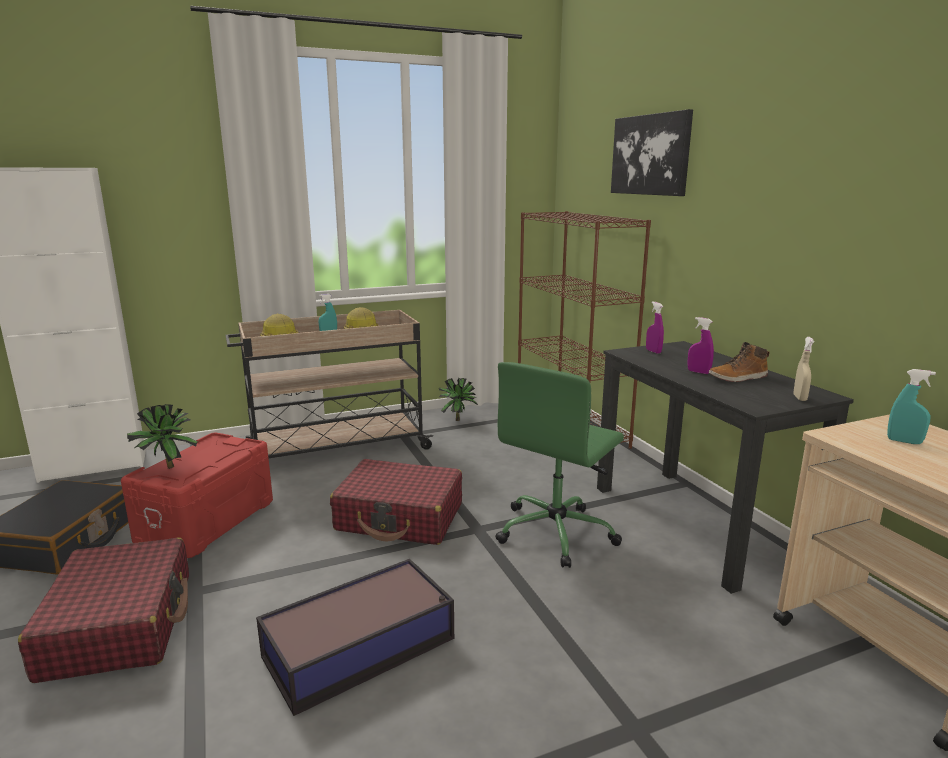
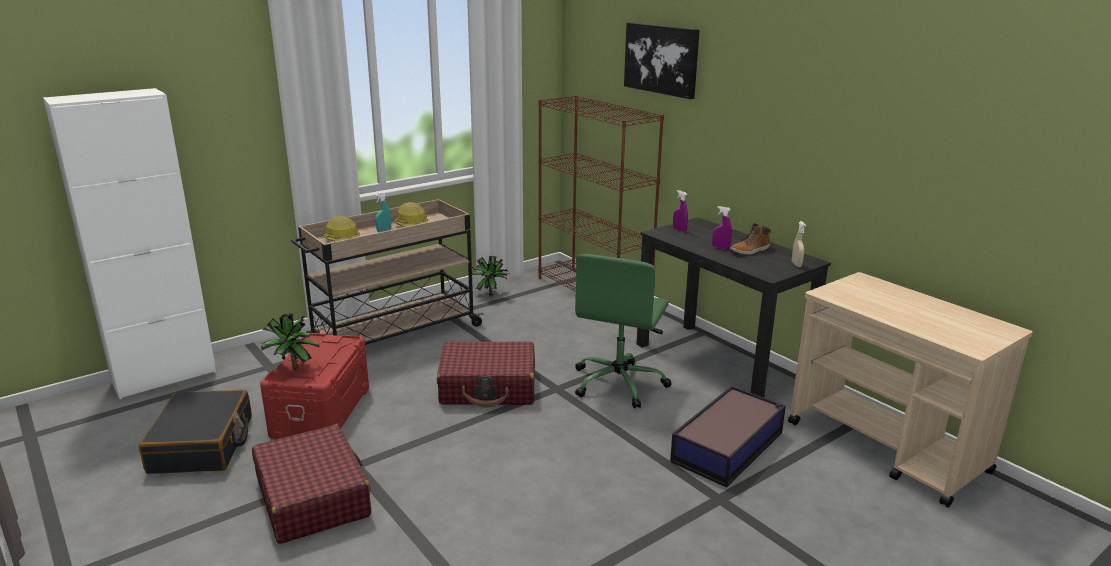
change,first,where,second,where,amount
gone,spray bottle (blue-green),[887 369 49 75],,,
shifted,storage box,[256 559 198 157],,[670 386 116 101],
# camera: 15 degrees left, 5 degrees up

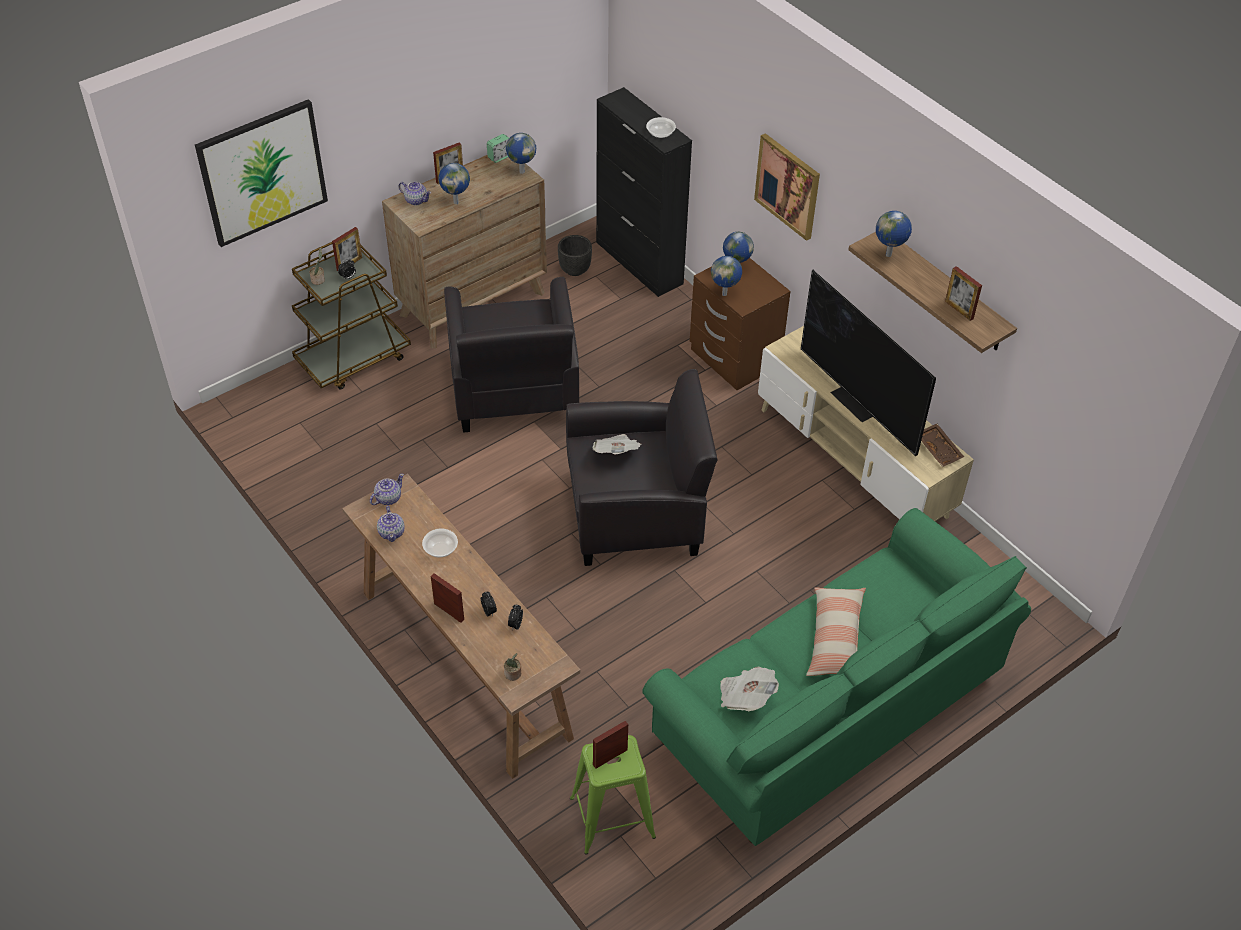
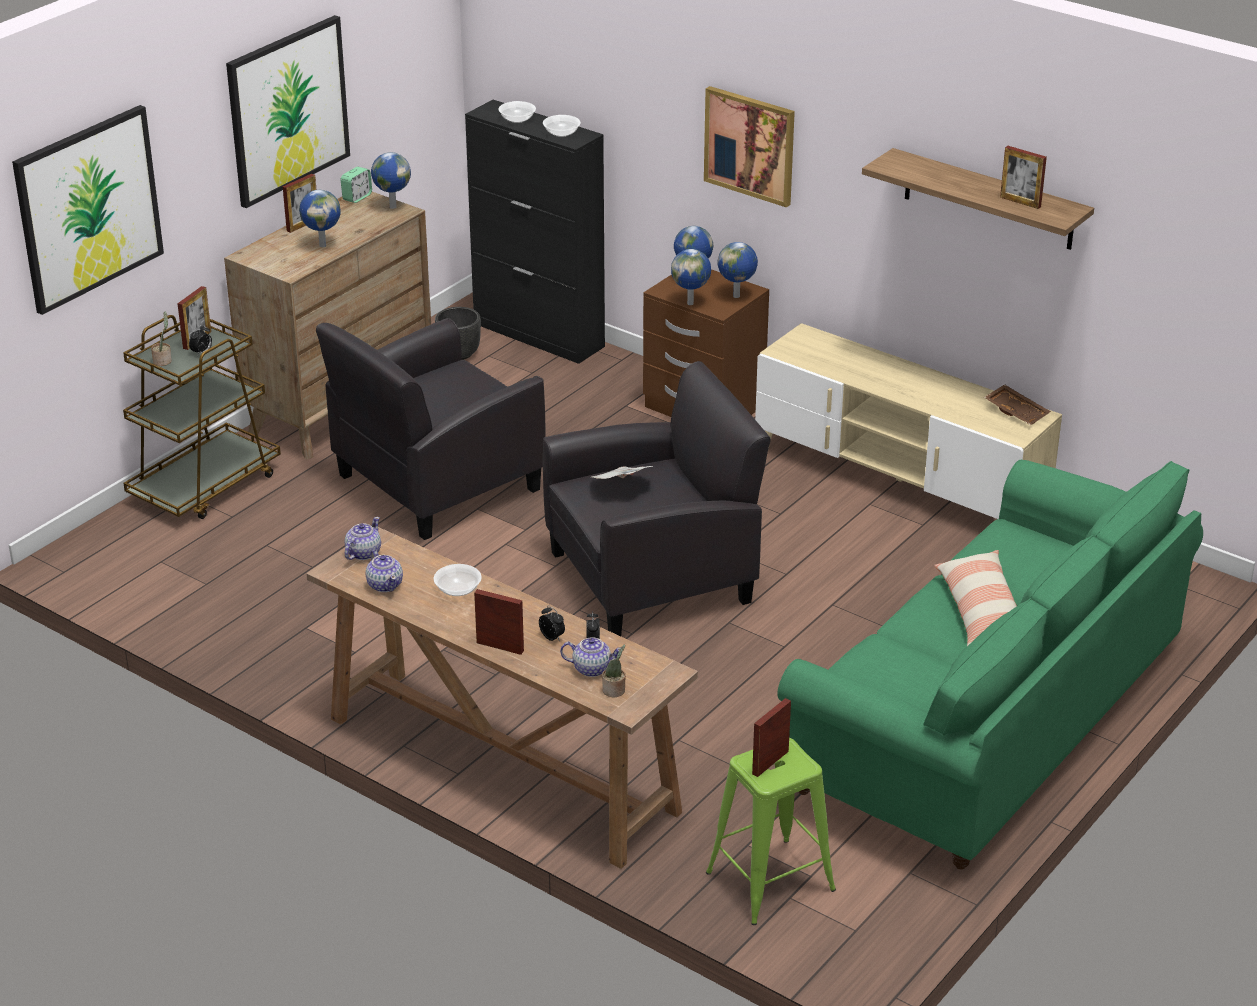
change,first,where,second,where,amount
shifted,pot for tea,[399 182 32 23],,[560 637 60 40],
shifted,world globe,[876 211 36 46],,[717 242 41 56],
gone,television,[801 270 135 186],,,
rotated,lounge chair (blackish),[444 277 135 156],,[316 318 230 222],75 degrees clockwise
gone,daily paper,[720 666 59 45],,,
new,,,picture,[226 15 124 193],
new,,,bowl,[499 101 37 22],
# camera: 15 degrees left, 15 degrees down

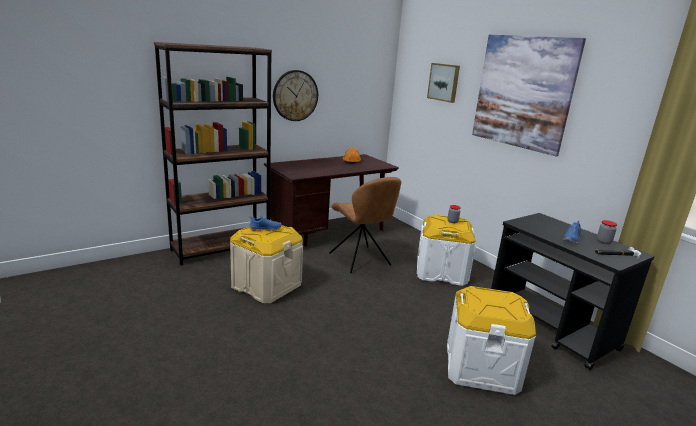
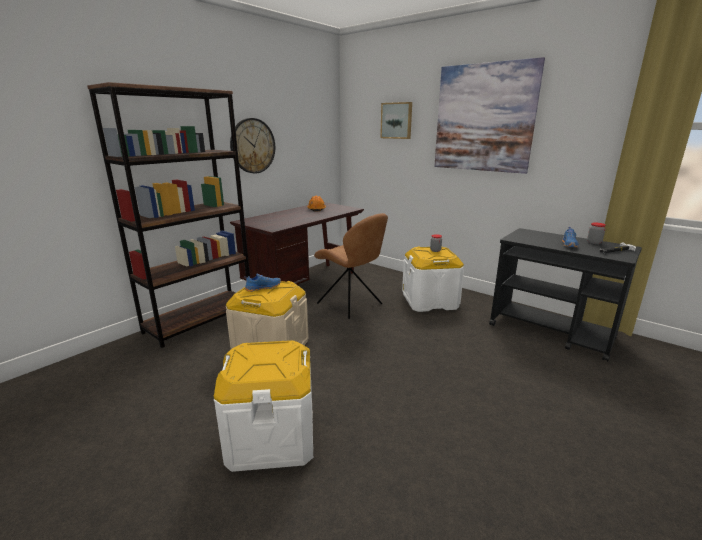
change,first,where,second,where,amount
shifted,storage box (whitish),[447 286 89 109],,[214 340 99 132],
# camera: 15 degrees left, 0 degrees up

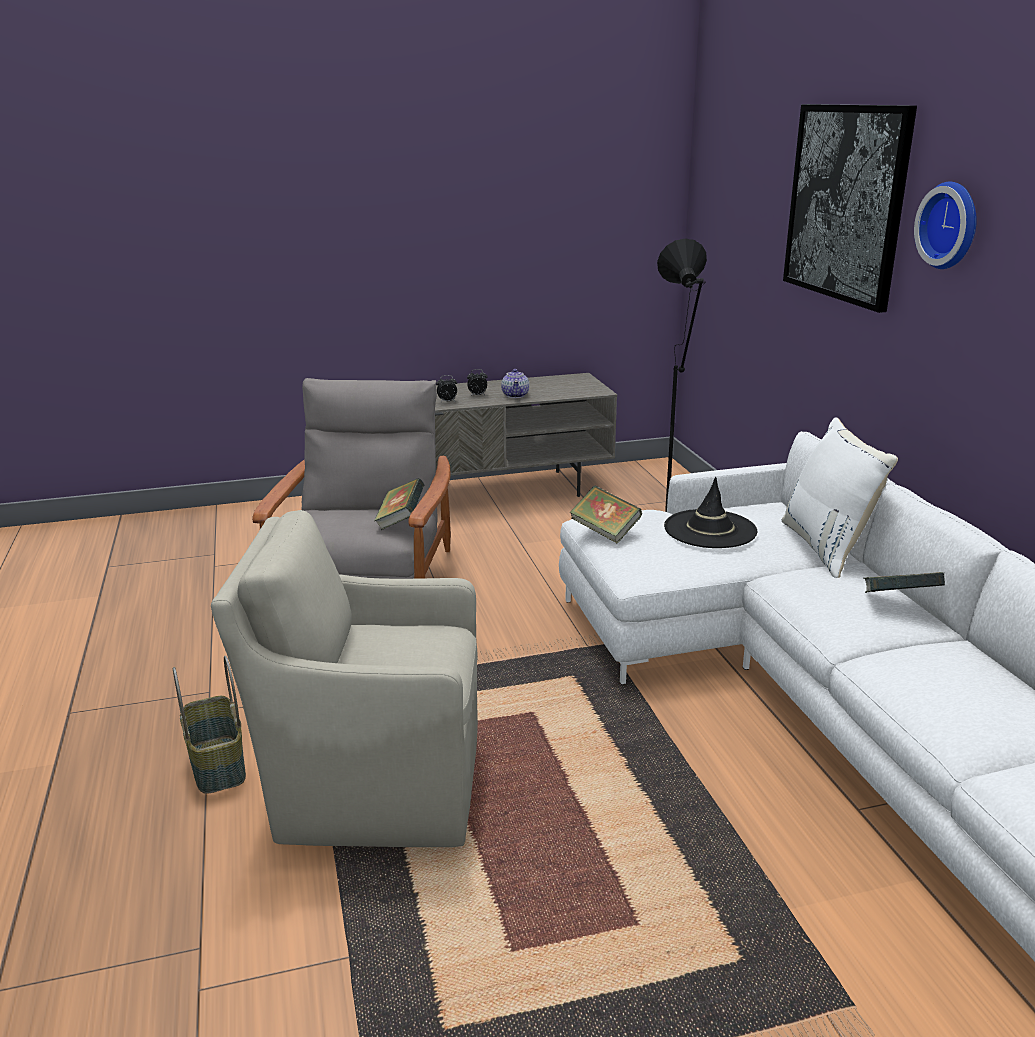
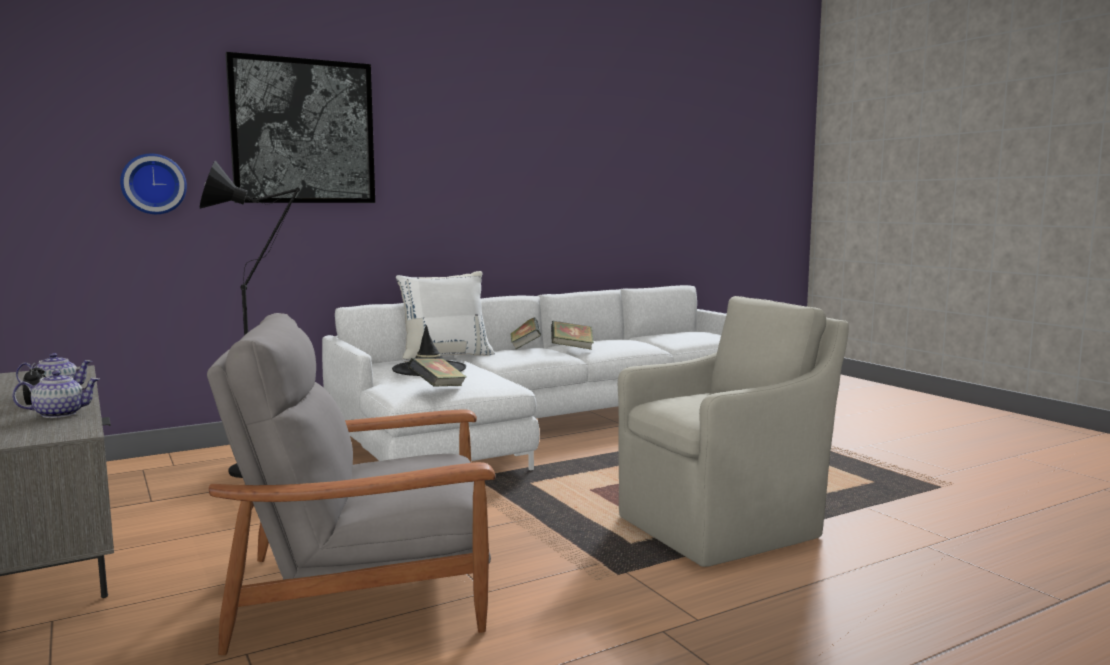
change,first,where,second,where,amount
shifted,wall clock,[914 181 63 88],,[120 154 67 60],
swapped,table clock,[436 375 21 27],pot for tea,[12 370 88 48],
shifted,volume,[374 478 50 52],,[551 321 43 29],
rotated,lounge chair (beige),[211 510 267 337],,[618 296 231 271],105 degrees counterclockwise
gone,household basket,[173 656 73 138],,,
# camera: 105 degrees left, 15 degrees down

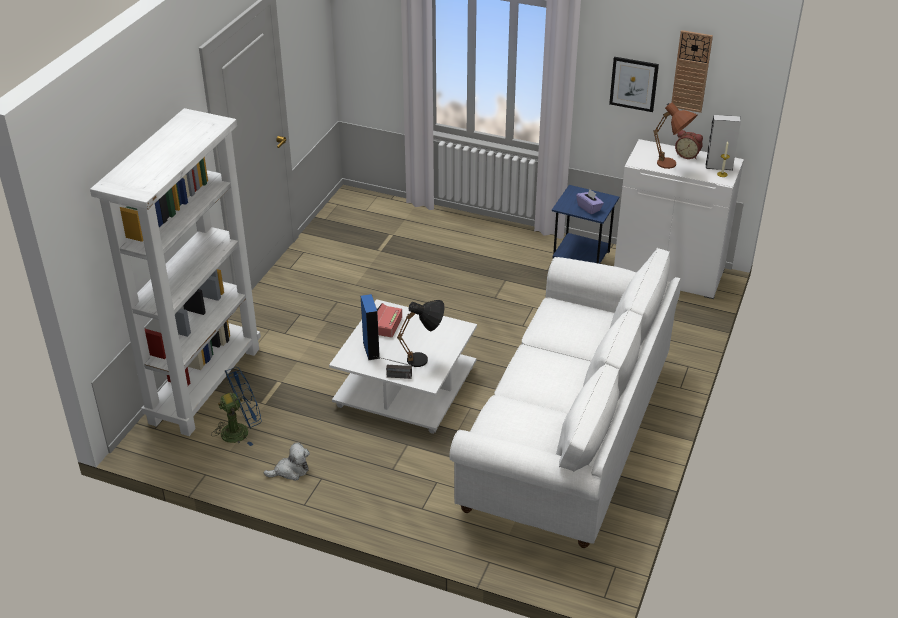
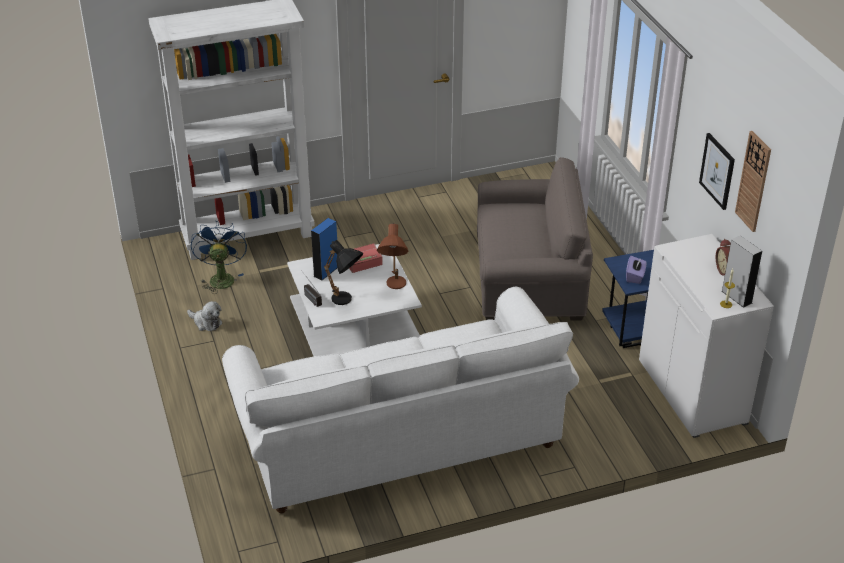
change,first,where,second,where,amount
shifted,lamp for a table (brown-coloured),[653 102 44 67],,[377 223 31 66],
rotated,cooling fan (blue-coloured),[211 367 51 79],,[191 221 56 73],120 degrees counterclockwise
new,,,lounge chair (grey),[477 157 116 163],
# camera: 50 degrees right, 0 degrees up

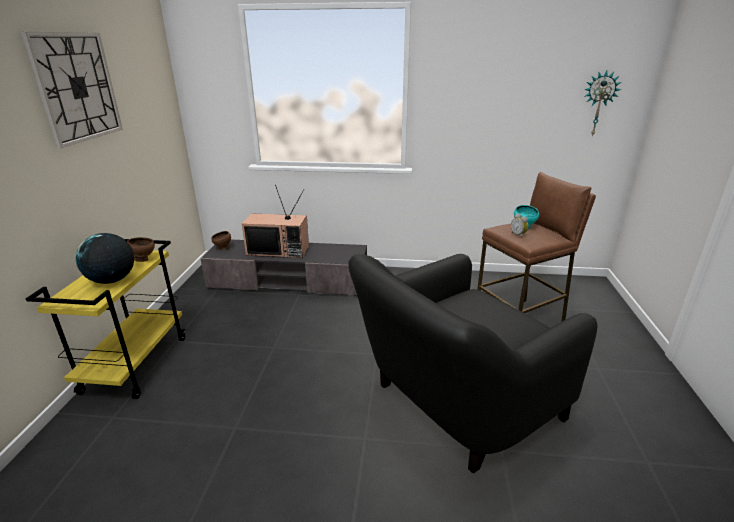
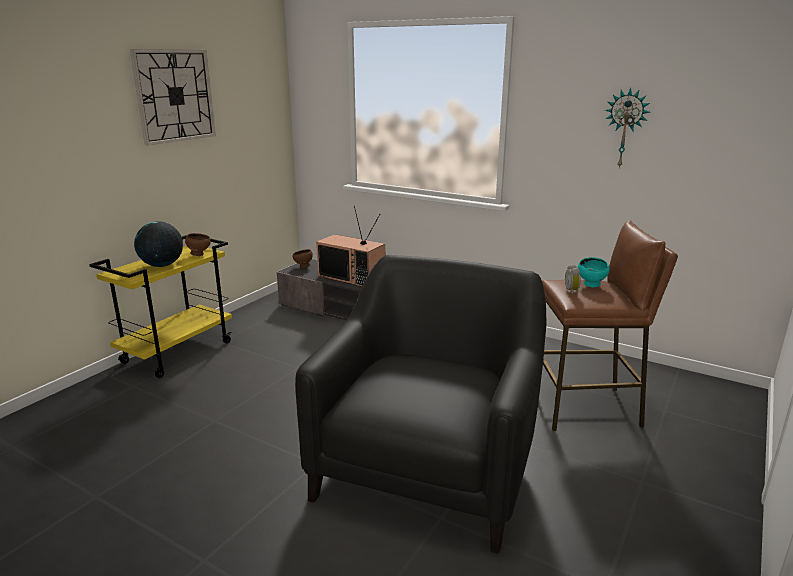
change,first,where,second,where,amount
shifted,wall clock,[584 71 38 66],,[605 88 45 80],
rotated,lounge chair (blackish),[348 254 250 219],,[295 255 252 298],120 degrees clockwise
# camera: 25 degrees right, 5 degrees down

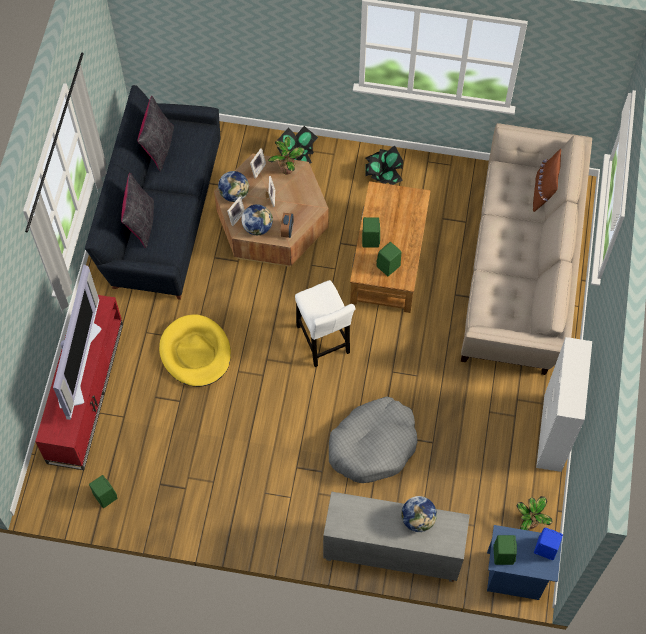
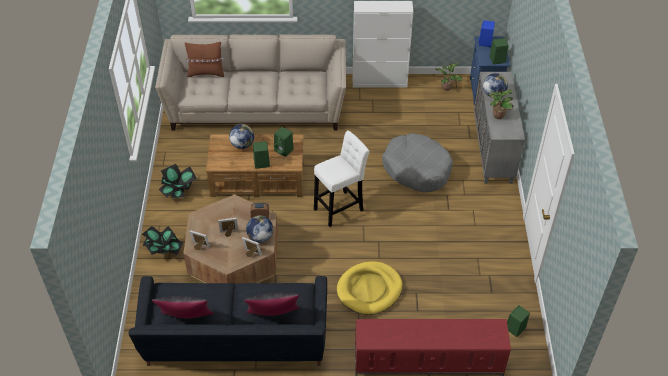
change,first,where,second,where,amount
shifted,houseplant,[268 137 36 37],,[488 90 25 29],
shifted,world globe,[218 171 31 31],,[229 124 25 25],
gone,television,[53 265 48 155],,,
# camera: 100 degrees left, 15 degrees down

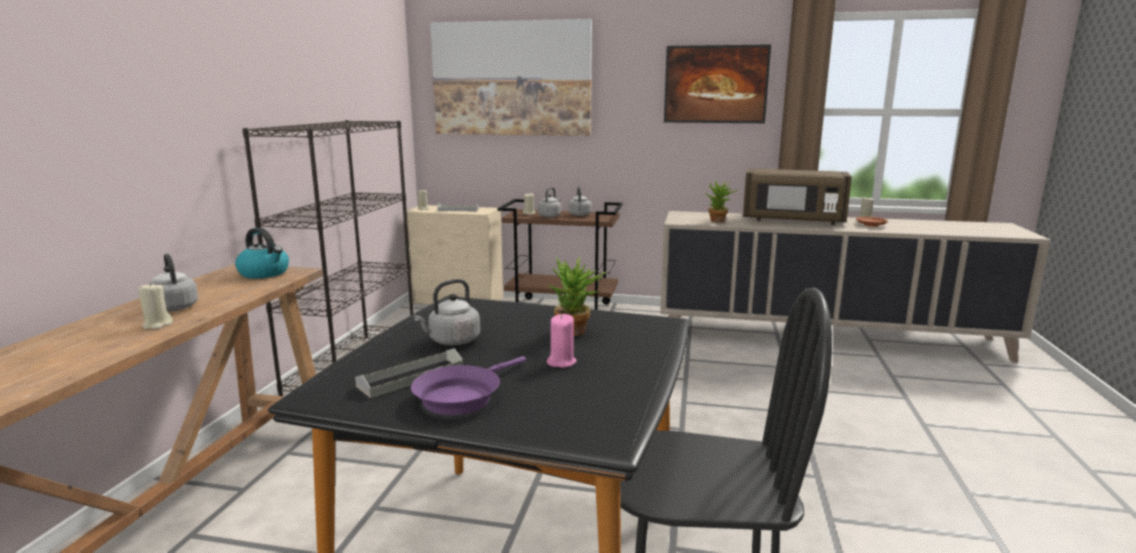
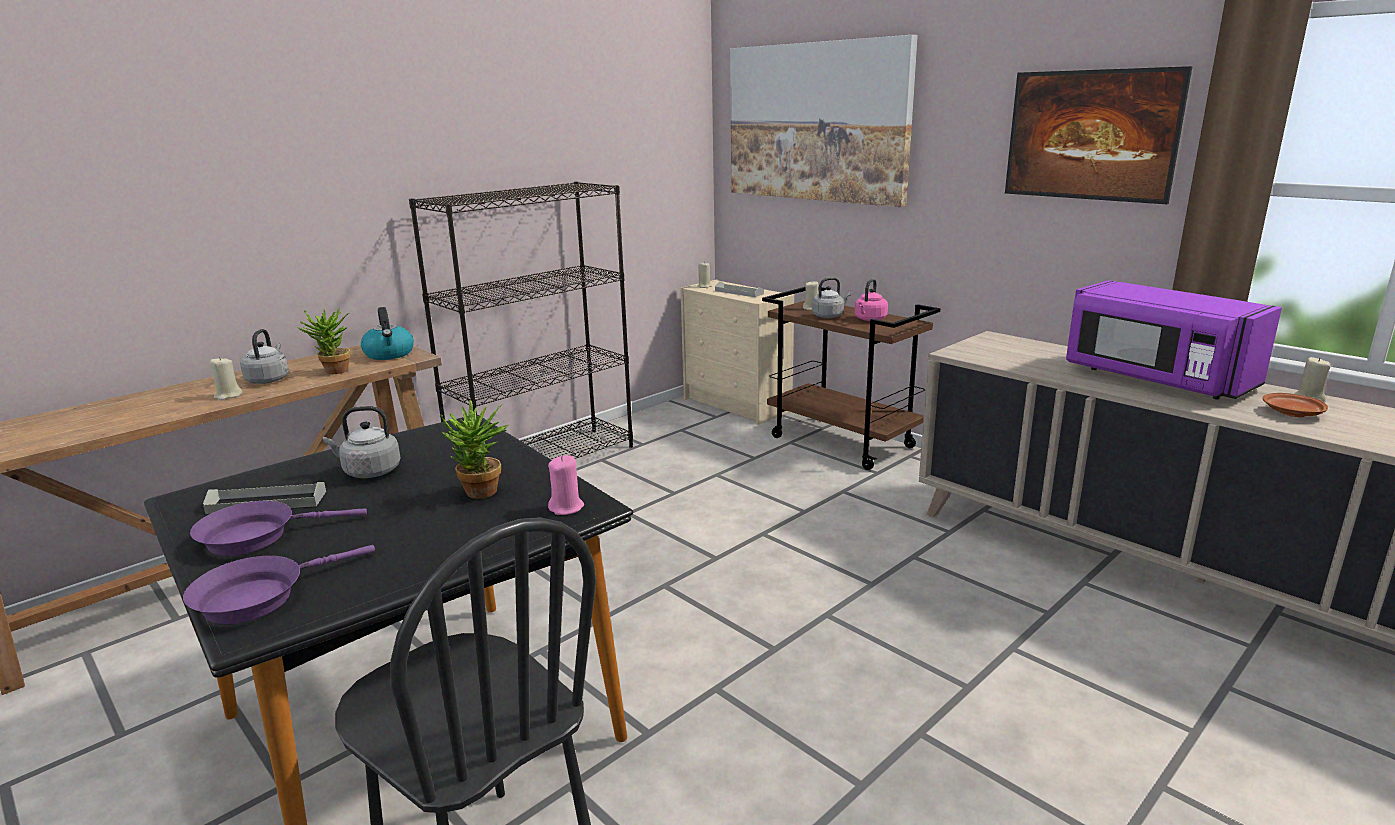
change,first,where,second,where,amount
repainted,kitchen microwave (brown-coloured),[743 168 109 57],kitchen microwave (purple-coloured),[1066 280 216 119],
shifted,houseplant,[705 181 33 41],,[297 307 54 67],
repainted,tea kettle (grey),[569 186 23 30],tea kettle (pink-coloured),[855 279 33 42],
shifted,candle (pink-coloured),[547 314 30 54],,[548 455 36 60],
new,,,skillet (purple-coloured),[183 545 192 79],
# camera: 35 degrees right, 5 degrees up

